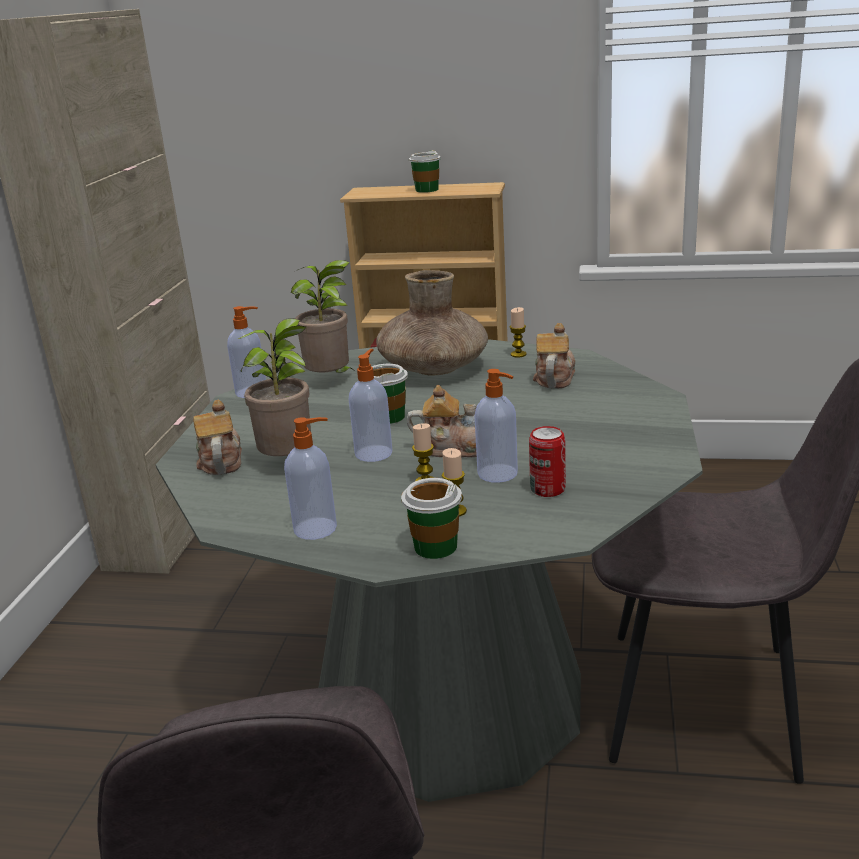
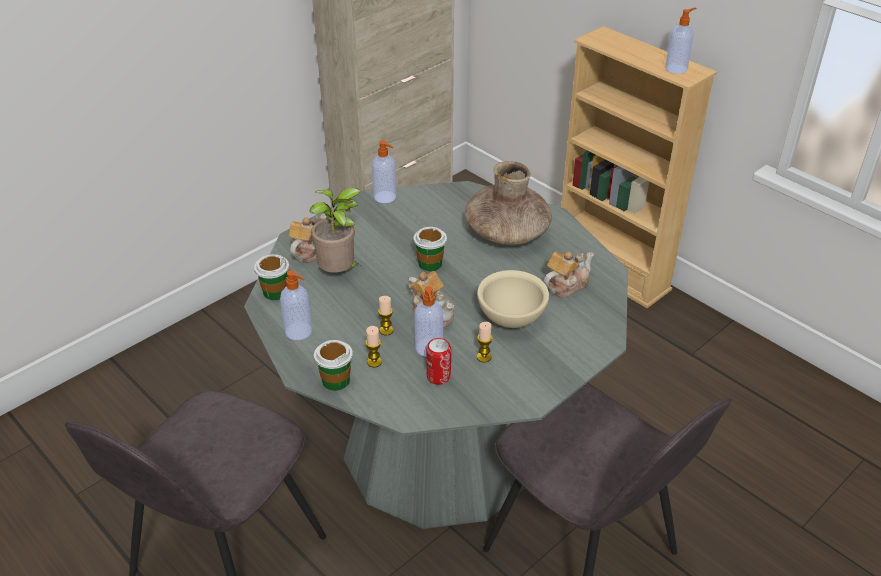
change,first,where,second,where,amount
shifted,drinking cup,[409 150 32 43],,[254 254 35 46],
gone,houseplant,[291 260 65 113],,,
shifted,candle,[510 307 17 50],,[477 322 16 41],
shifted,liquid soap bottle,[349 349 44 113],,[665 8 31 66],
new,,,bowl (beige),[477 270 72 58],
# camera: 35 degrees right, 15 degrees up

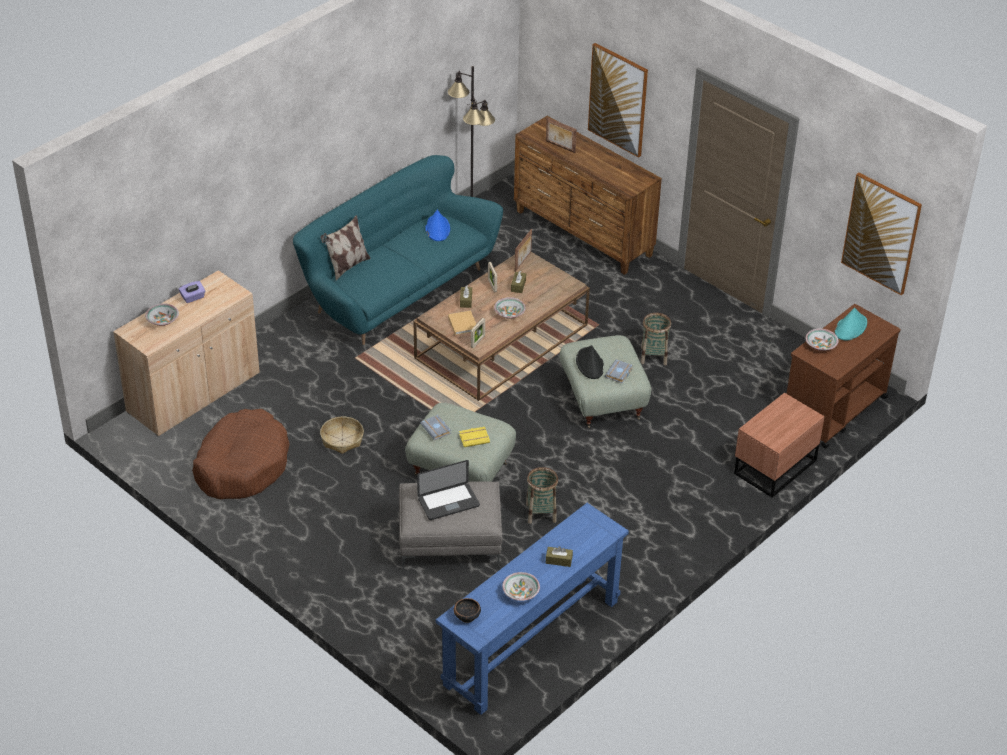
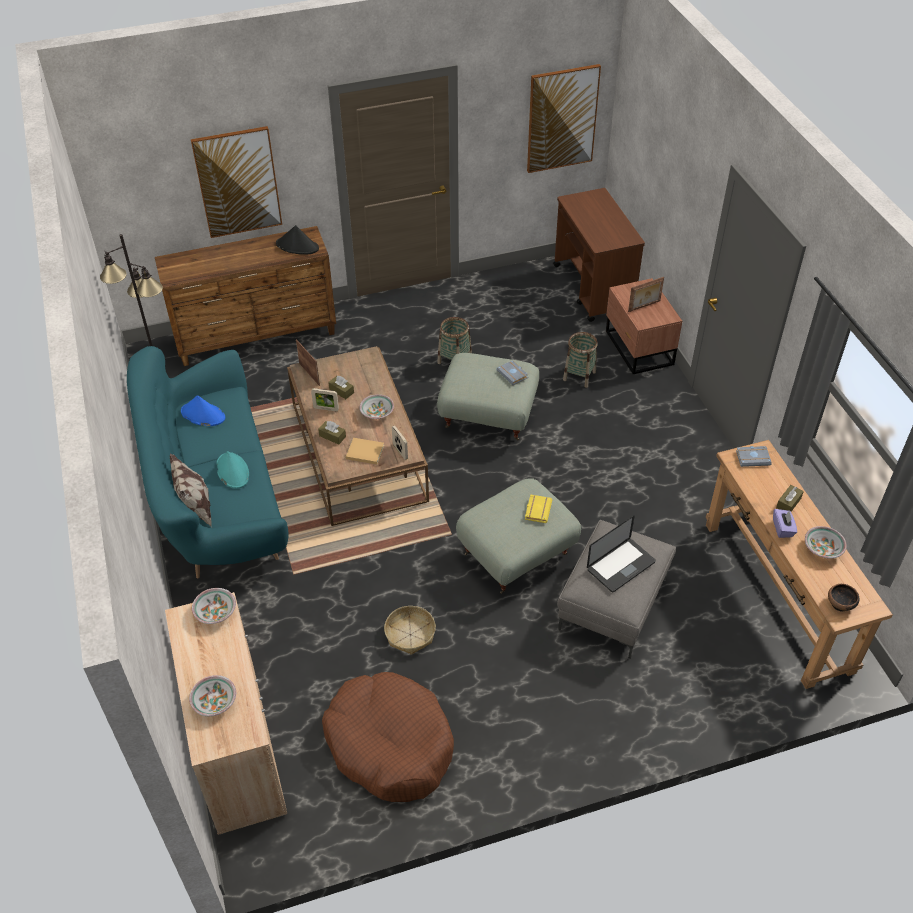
change,first,where,second,where,amount
shifted,photo frame,[546 118 31 35],,[628 277 36 35],
shifted,tissue holder (purple-coloured),[179 281 27 22],,[773 509 24 29],
shifted,hat (blue-green),[835 308 32 32],,[217 451 32 38],
shifted,bowl,[806 328 33 23],,[192 588 44 36],
shifted,hat (blackish),[576 345 28 34],,[276 225 43 29],
shifted,volume (grey),[420 415 31 25],,[736 446 35 21],
rotated,laptop,[417 460 63 60],,[587 516 69 76],45 degrees clockwise
shifted,household basket,[526 467 32 57],,[563 332 35 56],
repainted,hall table (blue-coloured),[436 503 193 212],hall table (brown-coloured),[706 440 187 249],
# camera: 60 degrees left, 5 degrees up

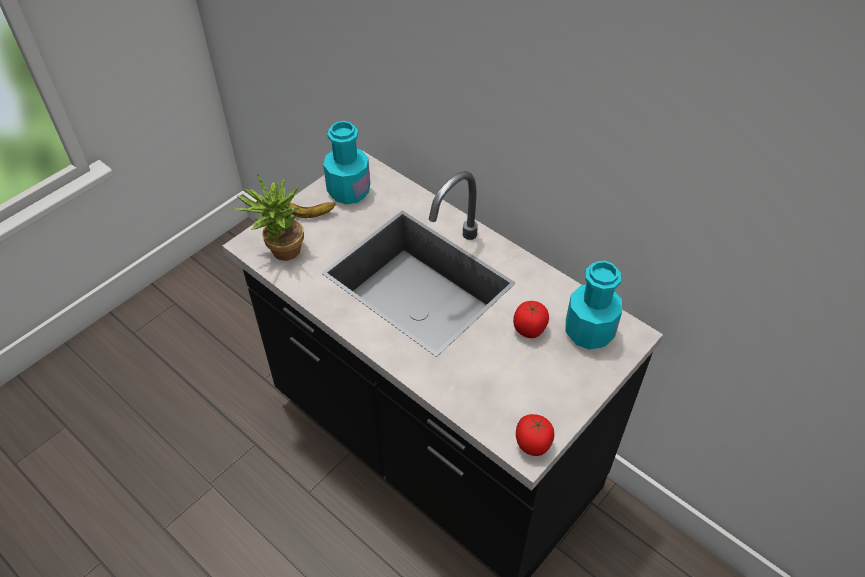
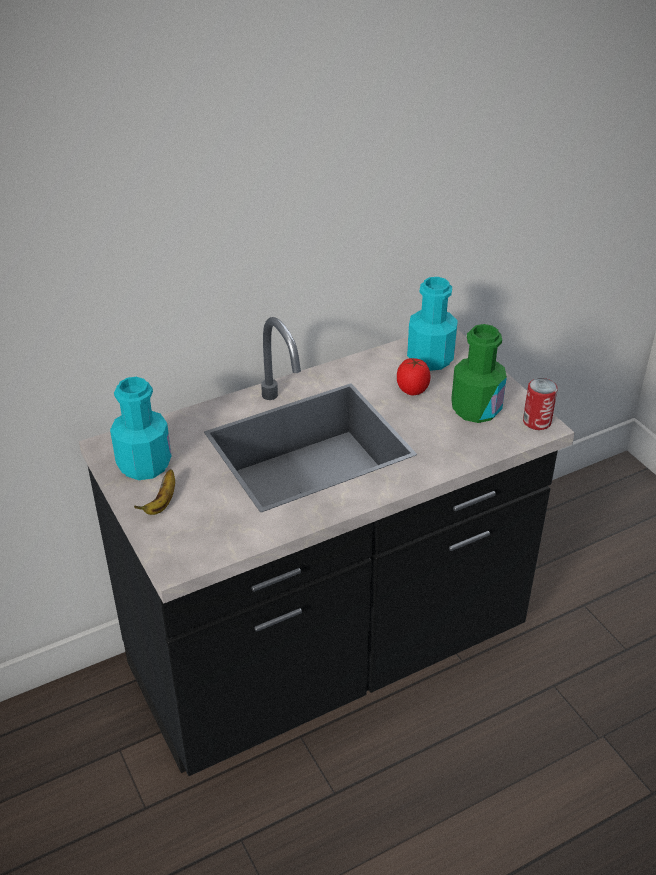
change,first,where,second,where,amount
gone,houseplant,[233 173 71 88],,,
swapped,whole tomato,[516 414 38 42],sealed can,[523 378 35 52],
new,,,beverage bottle (greenish),[451 324 56 99],
# camera: 70 degrees left, 10 degrees down

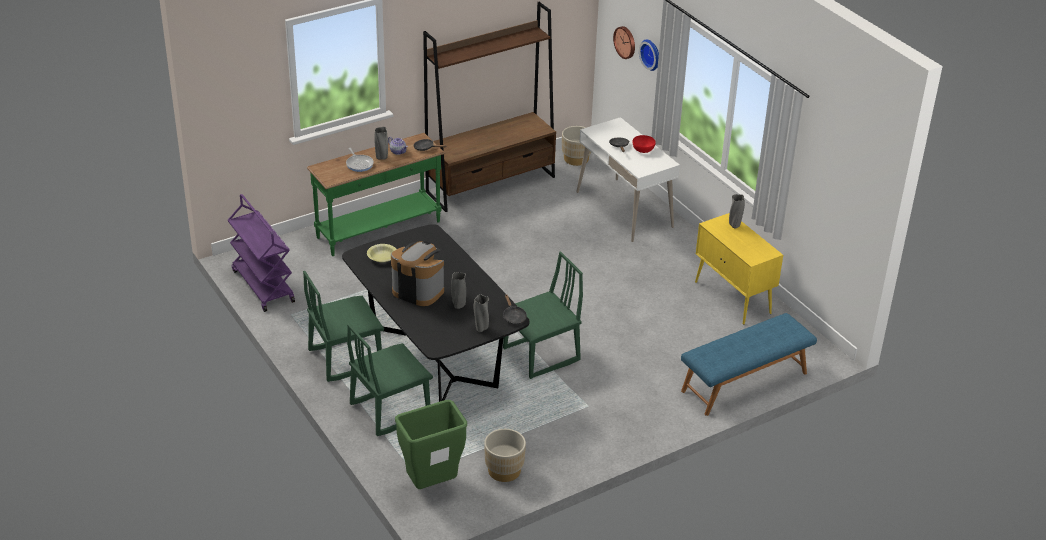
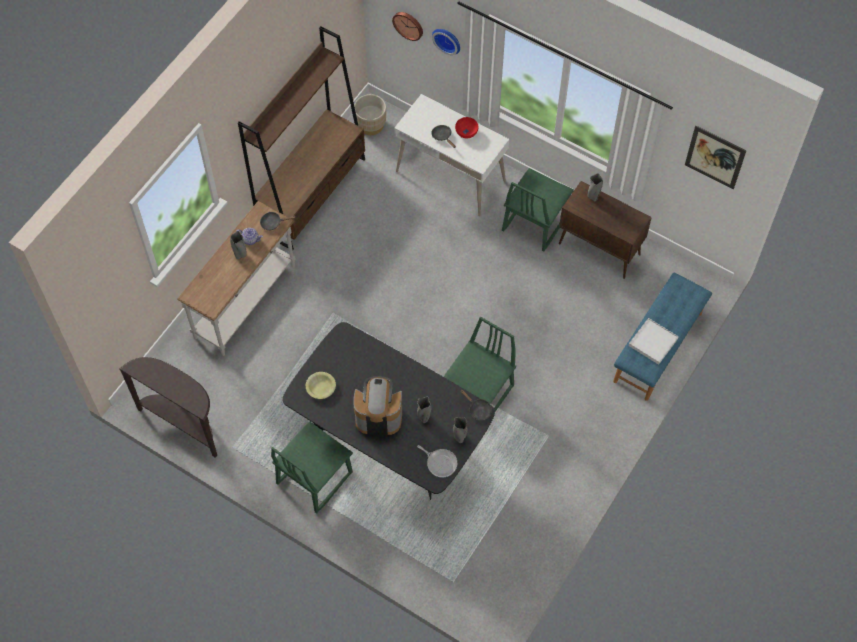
change,first,where,second,where,amount
repainted,hall table (greenish),[307 133 139 123],hall table (whitish),[177 201 119 155],
shifted,skillet,[346 148 28 24],,[417 445 40 32],
swapped,wheeled cart (purple-coloured),[228 194 67 118],hall table (brown-coloured),[119 357 98 101],
repainted,cupboard (yellowish),[695 213 88 112],cupboard (brown-coloured),[559 181 93 98],
shifted,chair (greenish),[347 323 86 113],,[502 168 72 83],
gone,rubbish bin (greenish),[395 400 72 89],,,
gone,planter (beige),[485 429 41 53],,,
new,,,picture,[685 126 61 63],
new,,,carrying tray (whitish),[629 318 50 47],
# camera: 25 degrees left, 25 degrees up

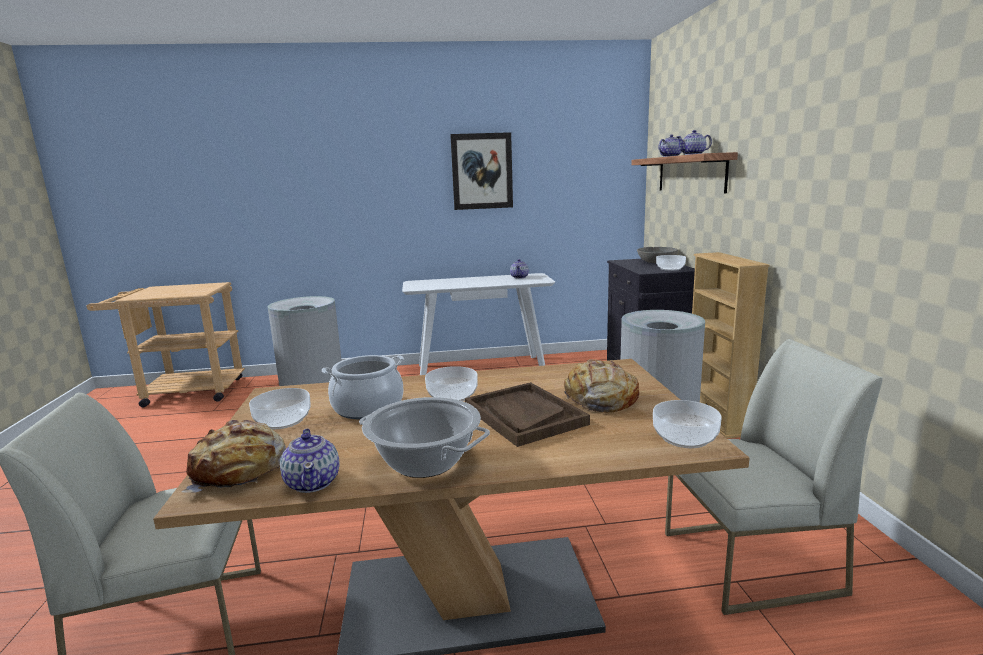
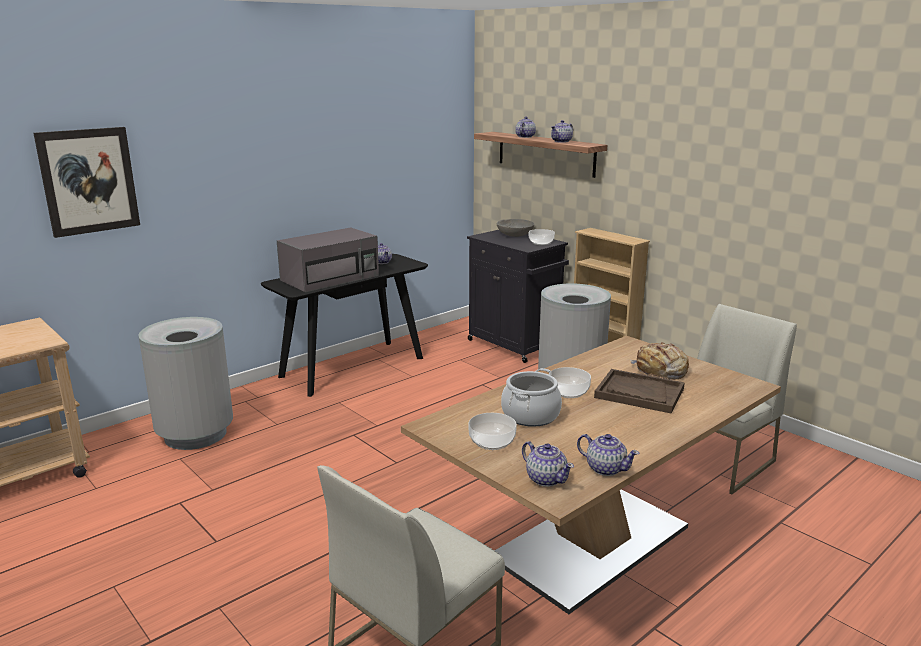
change,first,where,second,where,amount
shifted,picture,[450 132 63 78],,[34 127 106 111],
repainted,hall table (whitish),[402 273 153 102],hall table (blackish),[261 254 167 143],
gone,saucepot,[359 397 131 81],,,
gone,bowl,[653 400 69 48],,,
swapped,baked bread,[182 420 104 73],pot for tea,[522 441 52 46],
new,,,kitchen microwave (grey),[277 228 102 64],
# camera: 35 degrees left, 5 degrees up

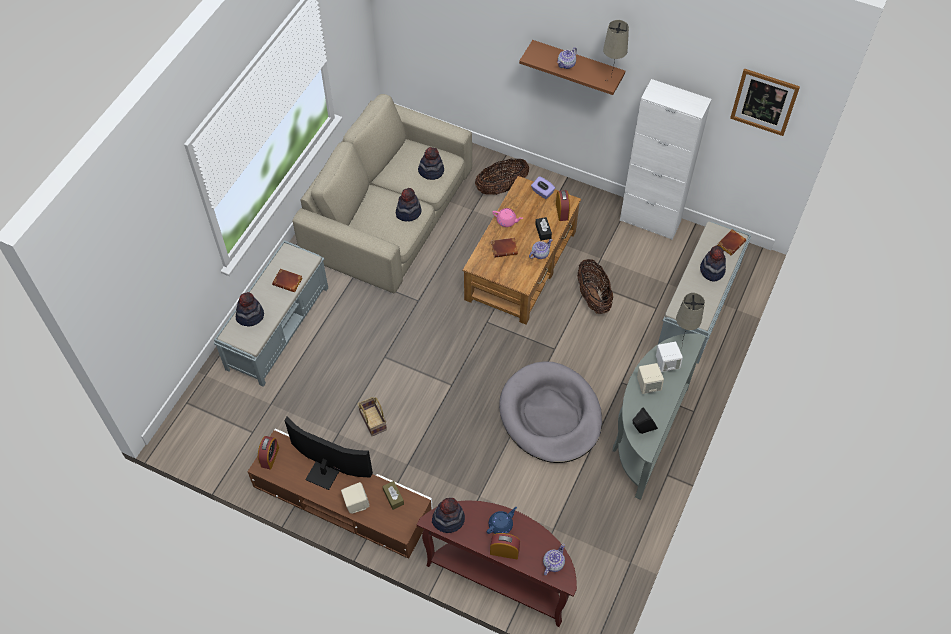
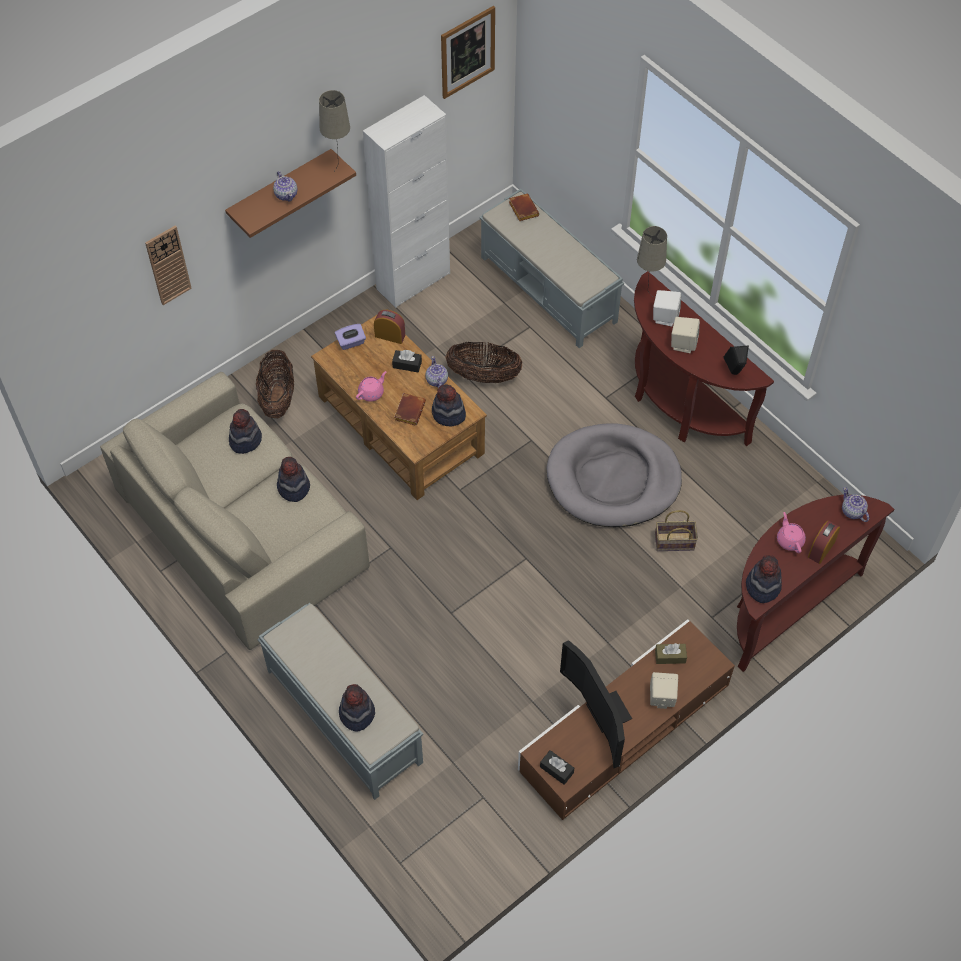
change,first,where,second,where,amount
shifted,hat,[700 246 26 36],,[432 384 34 43],
gone,volume (brown-coloured),[272 269 31 23],,,
repainted,hall table (grey),[613 334 93 166],hall table (brown-coloured),[634 271 140 175],
shifted,household basket,[358 397 29 39],,[655 510 43 41],
rotated,television,[284 417 89 73],,[560 640 72 128],75 degrees counterclockwise
swapped,table clock,[258 436 21 33],tissue holder (blackish),[540 750 34 35],
repainted,pot for tea (blue-coloured),[487 507 30 27],pot for tea (pink-coloured),[777 512 29 41],
new,,,wall clock,[145 226 47 79],
# camera: 65 degrees left, 0 degrees up

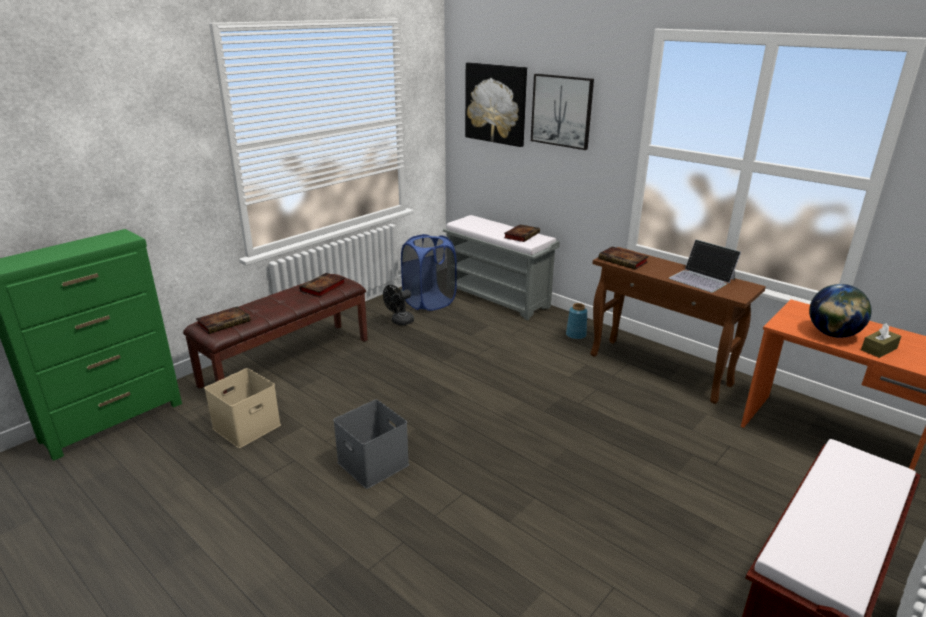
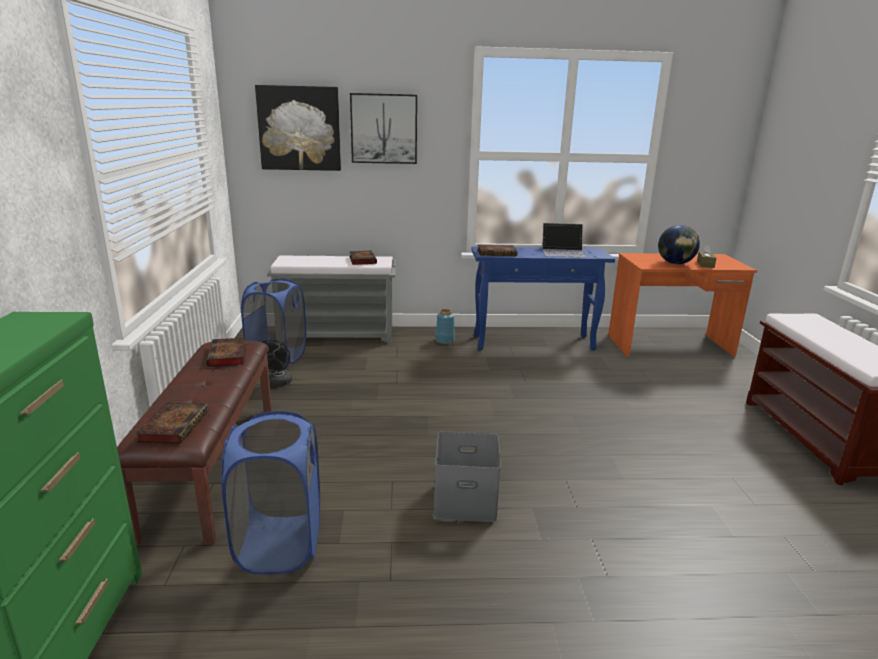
change,first,where,second,where,amount
repainted,hall table (brown-coloured),[590 247 176 157],hall table (blue-coloured),[472 246 143 104],
swapped,storage box (beige),[204 368 77 80],washing basket (blue-coloured),[221 411 99 164],
# camera: 45 degrees left, 5 degrees down

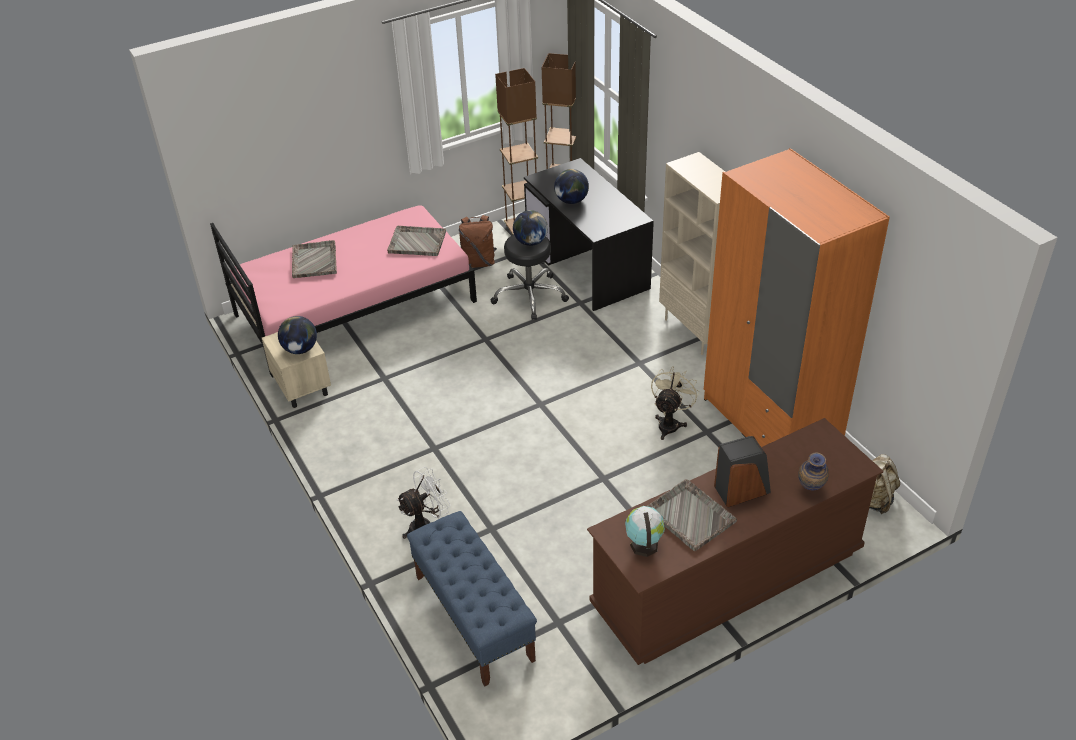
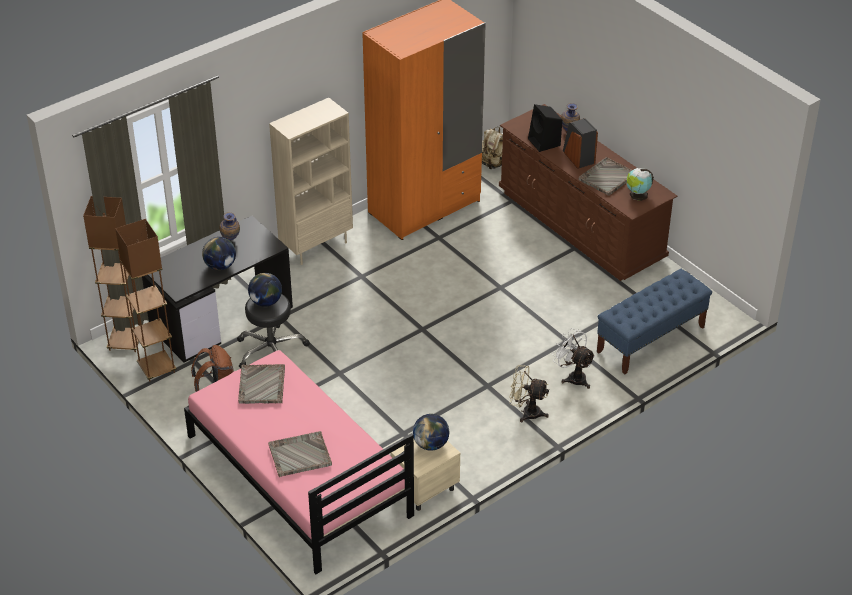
change,first,where,second,where,amount
shifted,cooling fan (beige),[651 366 48 74],,[509 365 40 57],
new,,,loudspeaker (blackish),[528 104 34 48],
new,,,vase,[219 212 21 28],
# camera: 100 degrees left, 0 degrees up

